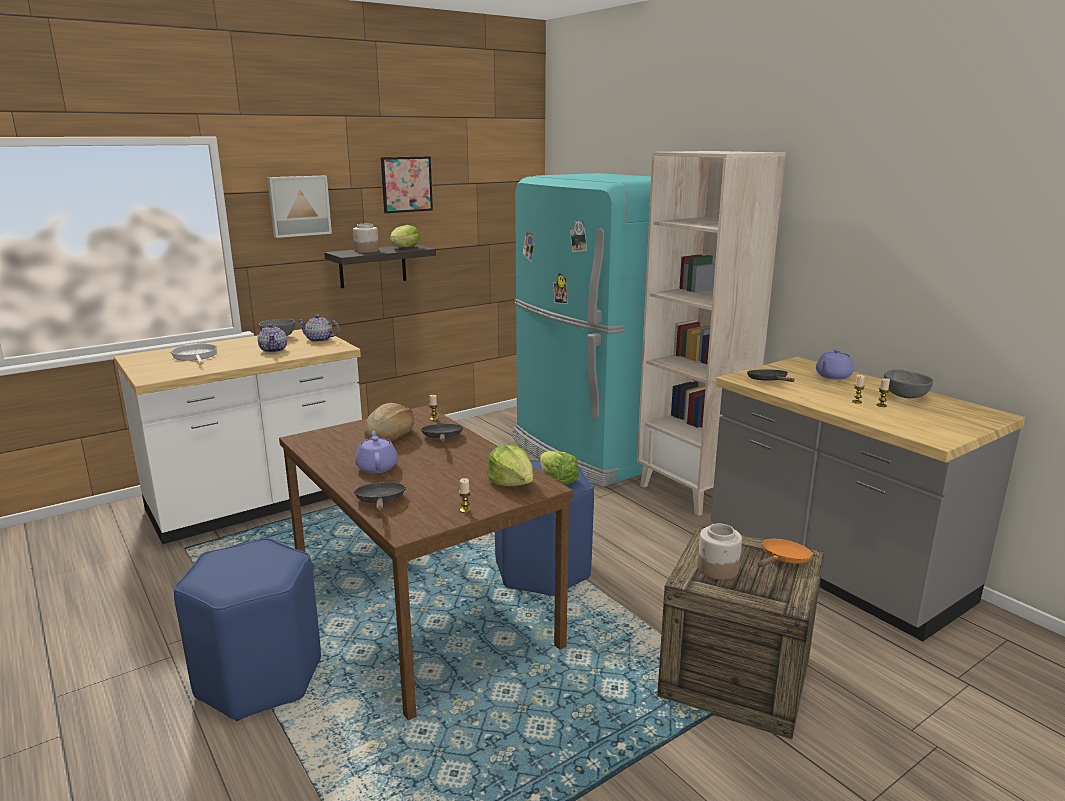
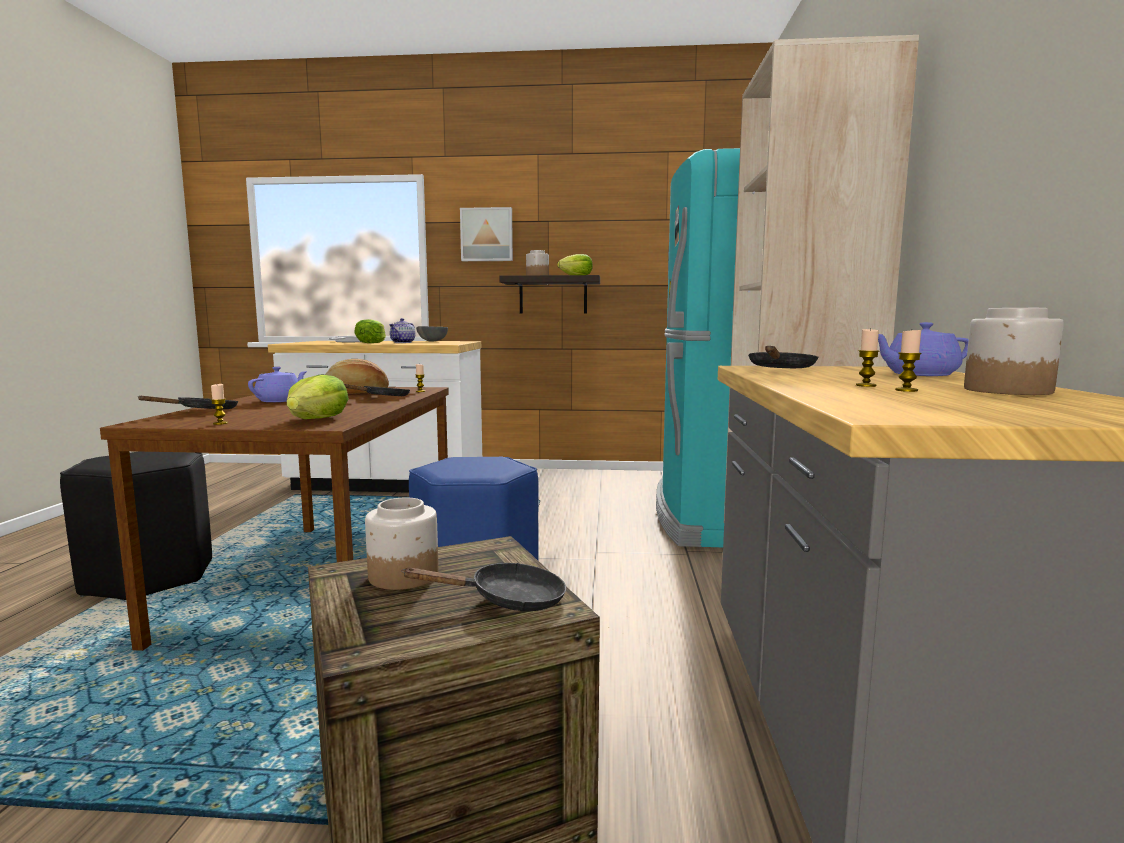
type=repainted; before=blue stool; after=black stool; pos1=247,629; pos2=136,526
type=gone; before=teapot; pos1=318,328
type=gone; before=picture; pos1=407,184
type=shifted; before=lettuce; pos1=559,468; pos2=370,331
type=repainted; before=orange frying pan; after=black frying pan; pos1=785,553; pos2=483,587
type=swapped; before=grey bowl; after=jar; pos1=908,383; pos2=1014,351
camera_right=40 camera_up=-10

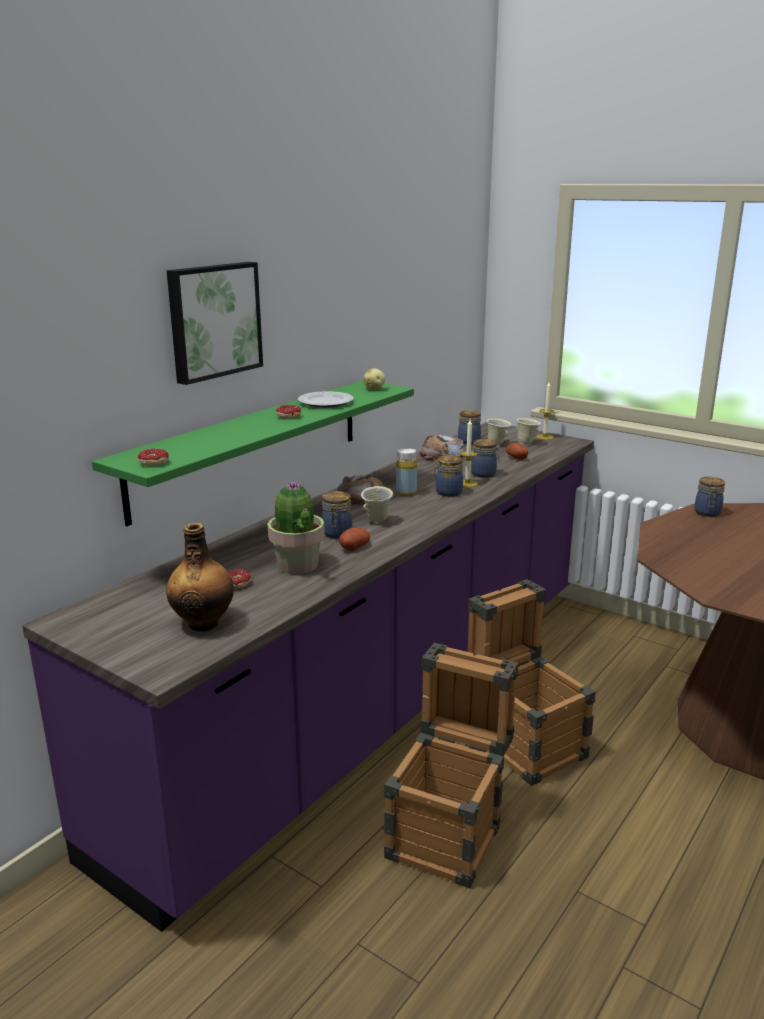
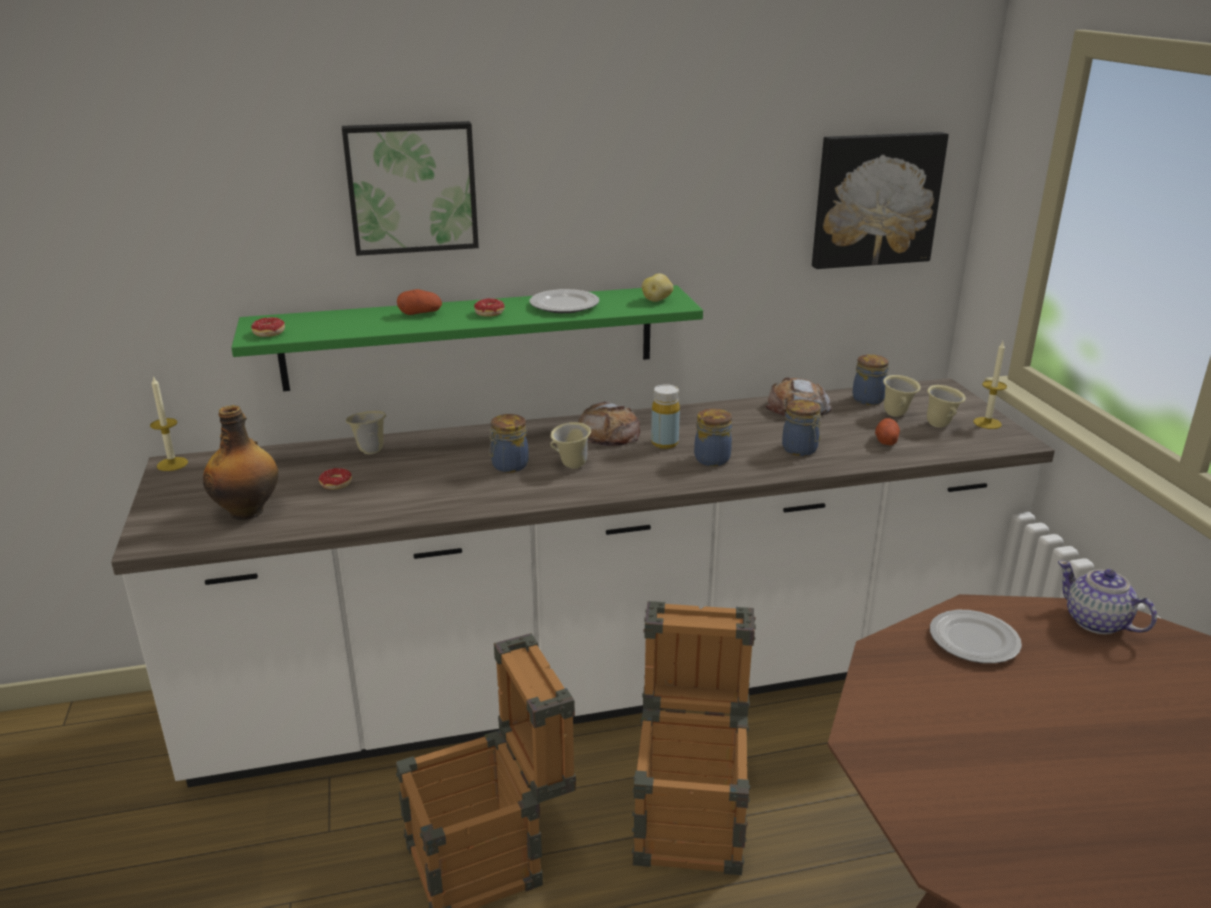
type=repainted; before=purple counter; after=white counter; pos1=308,677; pos2=583,582
type=gone; before=potted plant; pos1=296,527
type=shifted; before=potato; pos1=354,539; pos2=419,302
type=shifted; before=candle; pos1=469,453; pos2=169,423
type=swapped; before=jar; after=teapot; pos1=709,497; pos2=1107,597
type=new; after=beige mug; pos2=366,432
type=new; after=picture; pos2=880,200
type=new; after=plate; pos2=976,637
camera_right=40 camera_up=5

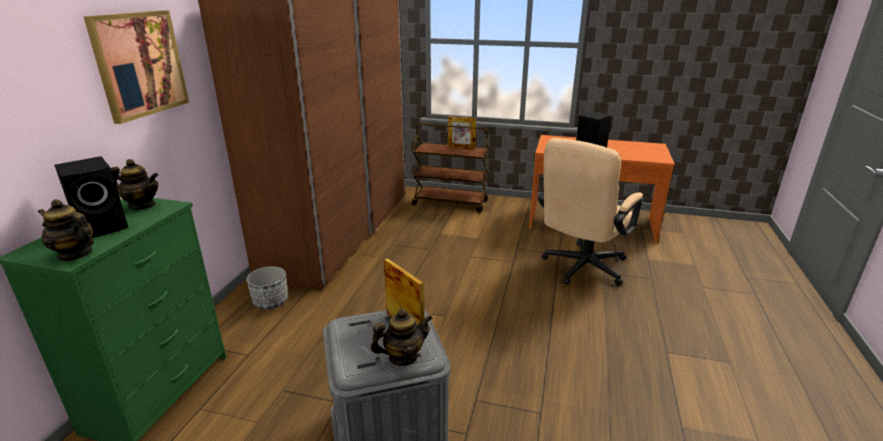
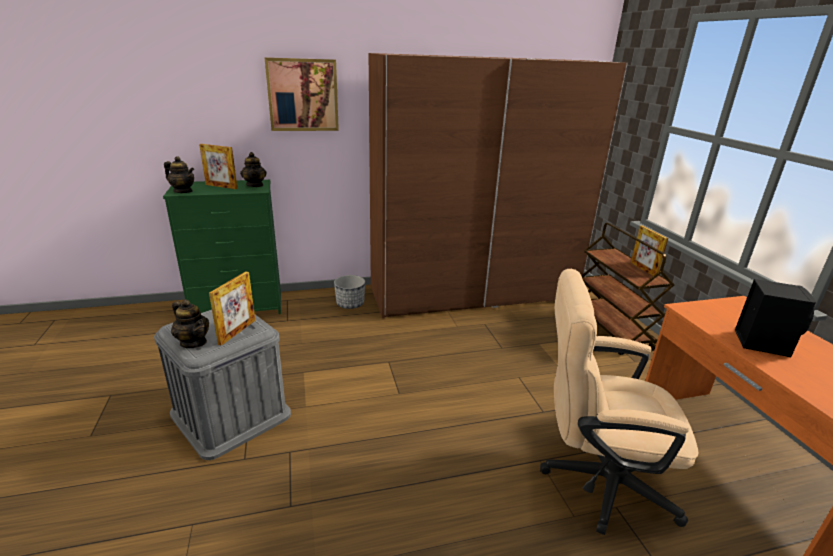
type=rotated; before=teapot; pos1=66,230; pos2=179,174; turn=120
type=swapped; before=black speaker; after=picture frame; pos1=91,197; pos2=218,166
camera_right=60 camera_up=0

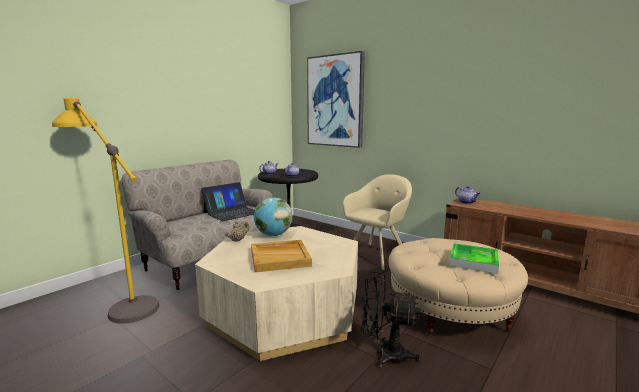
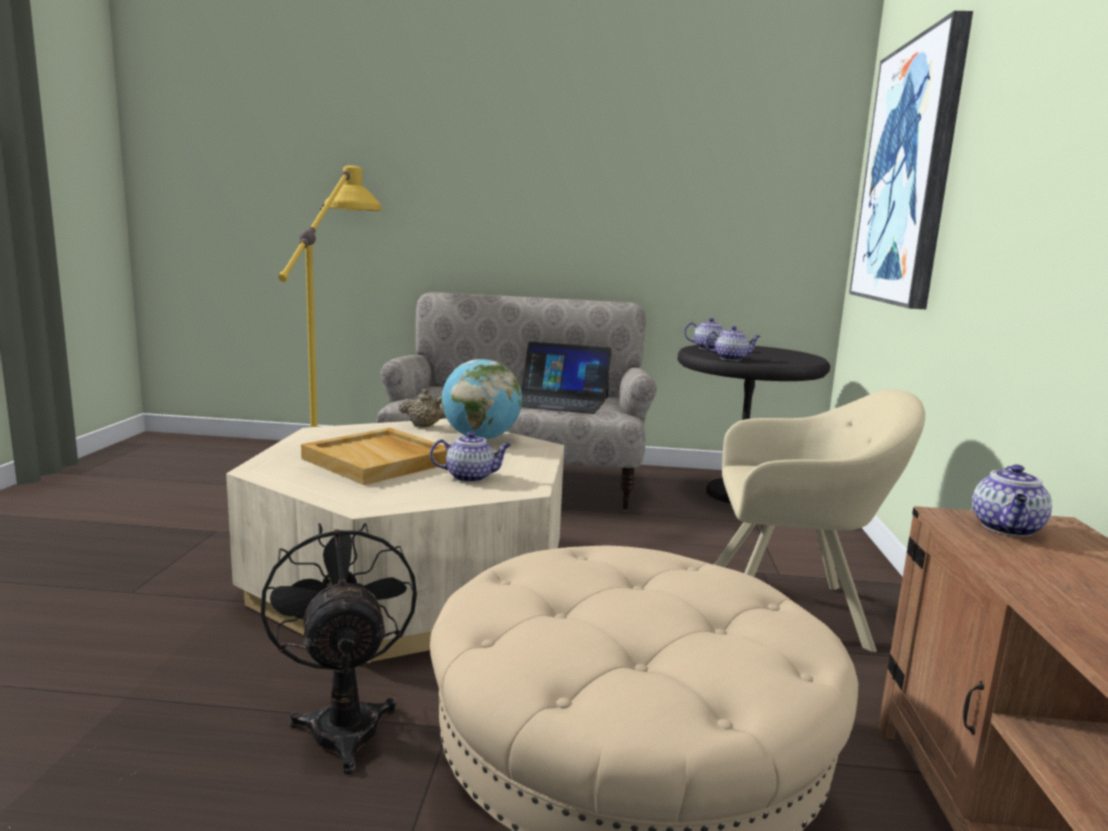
type=gone; before=tray; pos1=474,258
type=new; after=teapot; pos2=470,456
camera_right=55 camera_up=0

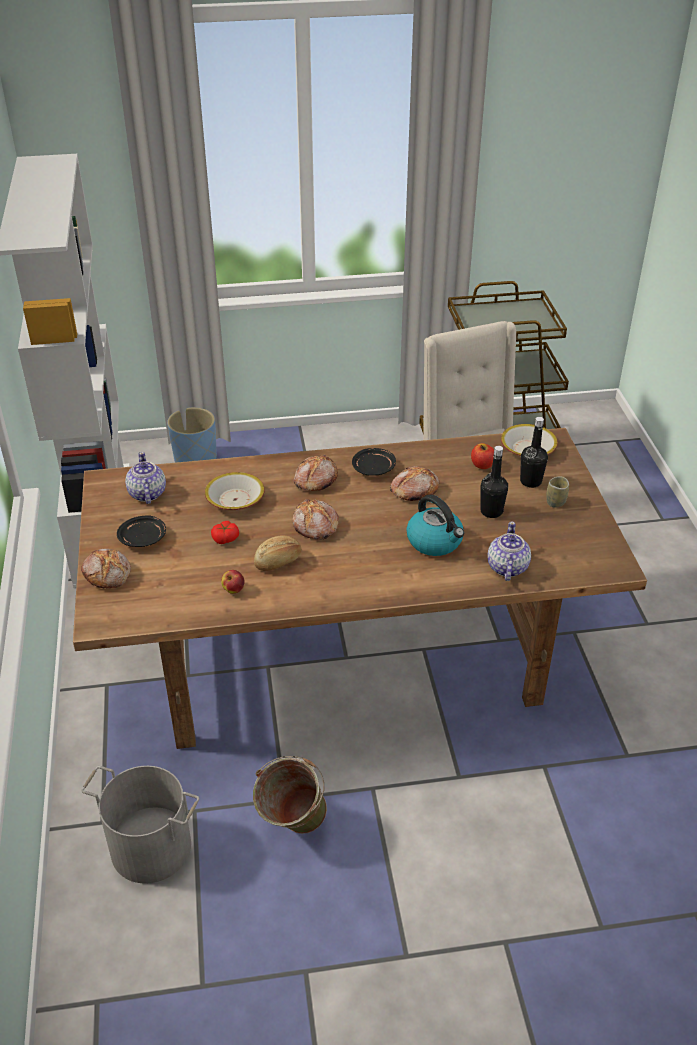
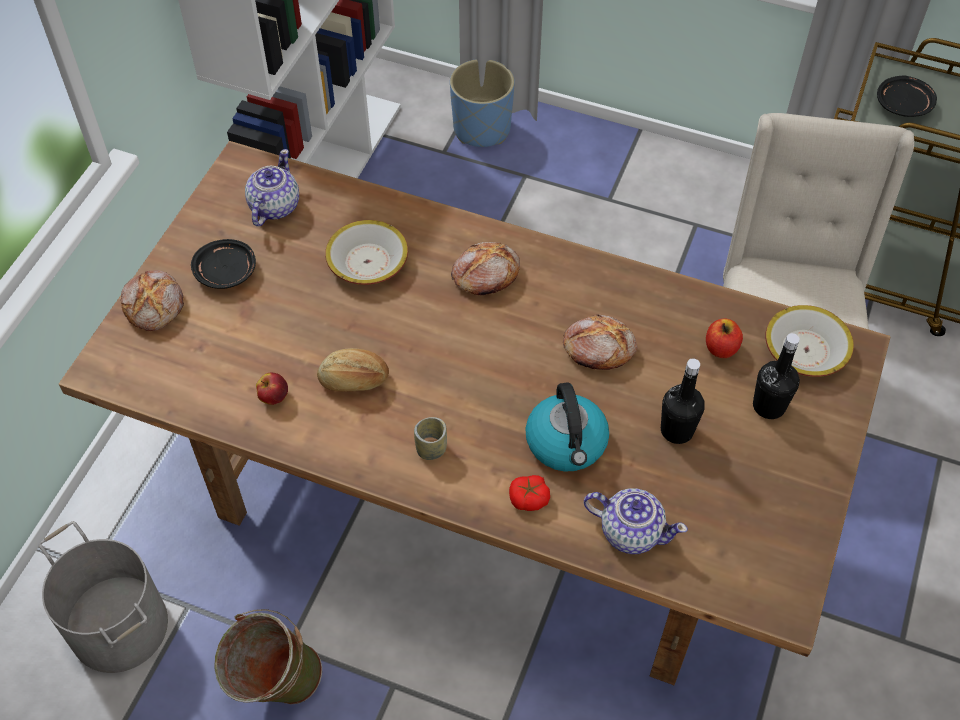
type=shifted; before=tomato; pos1=225,532; pos2=529,493
type=gone; before=bread; pos1=315,519
type=shifted; before=black plate; pos1=374,462; pos2=907,96
type=rotated; before=teapot; pos1=509,551; pos2=636,521; turn=75
type=shifted; before=cup; pos1=558,492; pos2=430,438
camera_right=30 camera_up=15

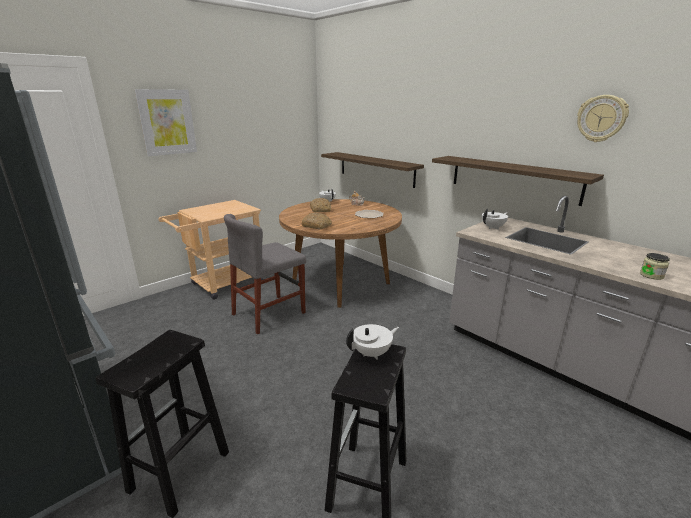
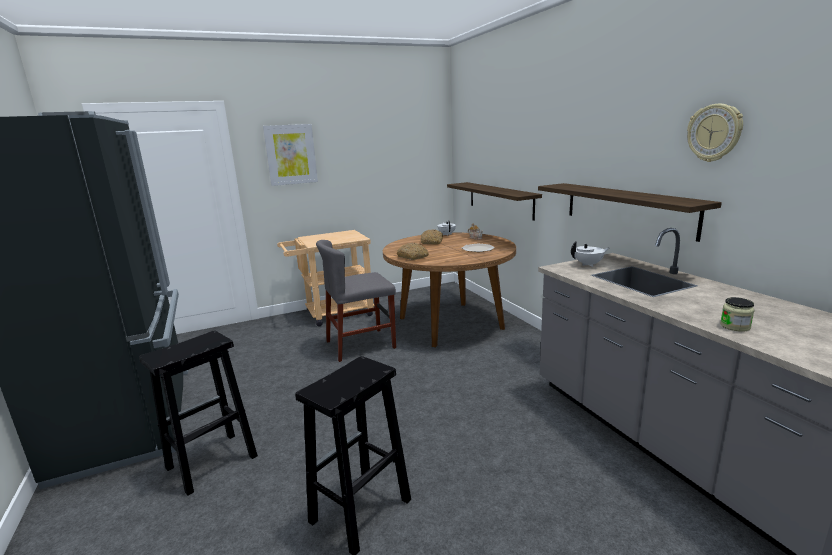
type=gone; before=white teapot; pos1=372,342
camera_right=20 camera_up=-5

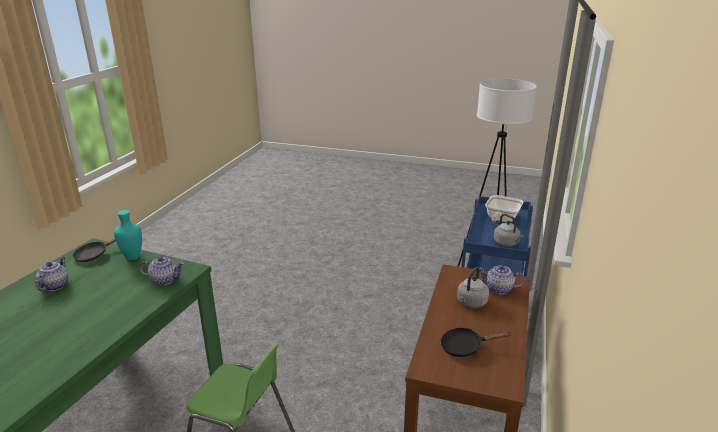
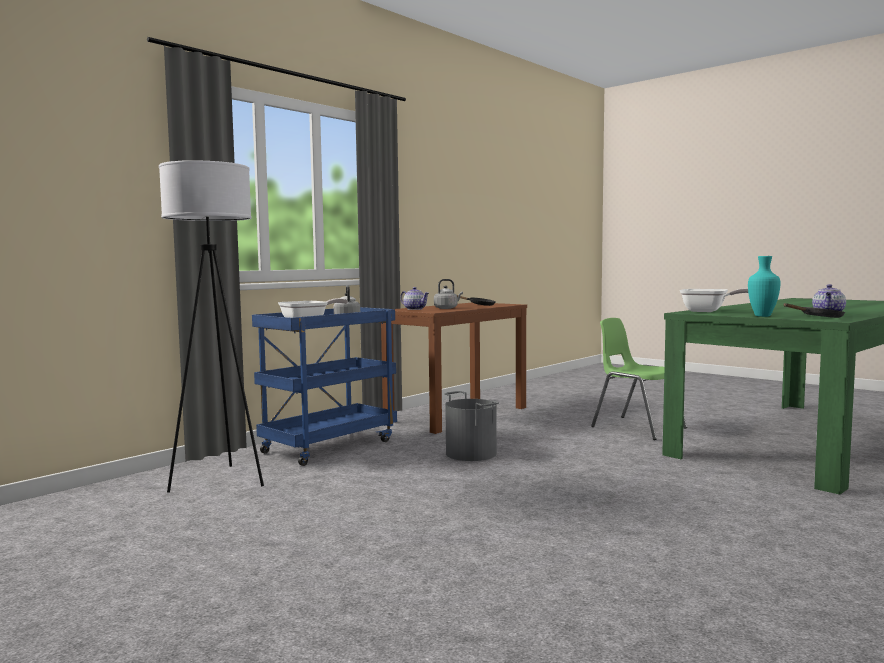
type=swapped; before=teapot; after=frying pan; pos1=161,270; pos2=714,300
type=new; after=grey bucket; pos2=471,426
camera_right=-155 camera_up=-20

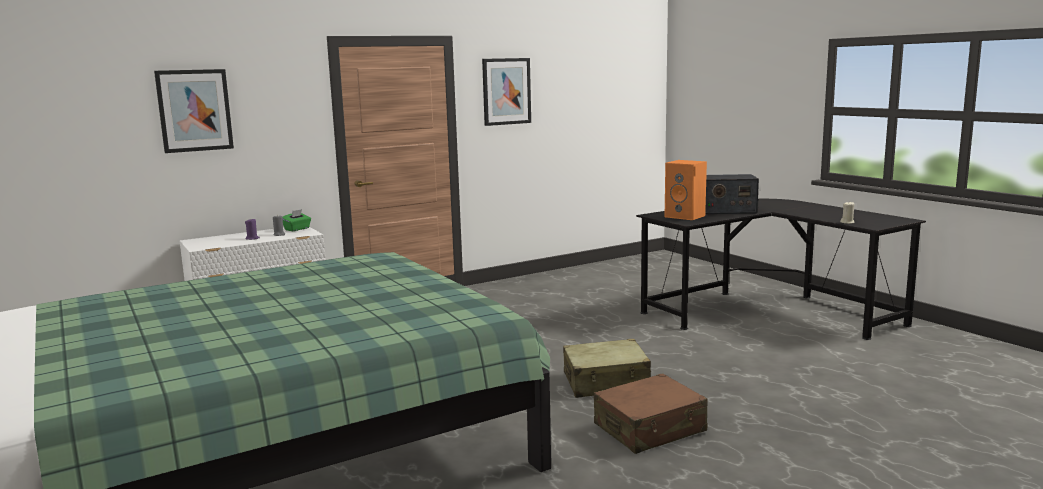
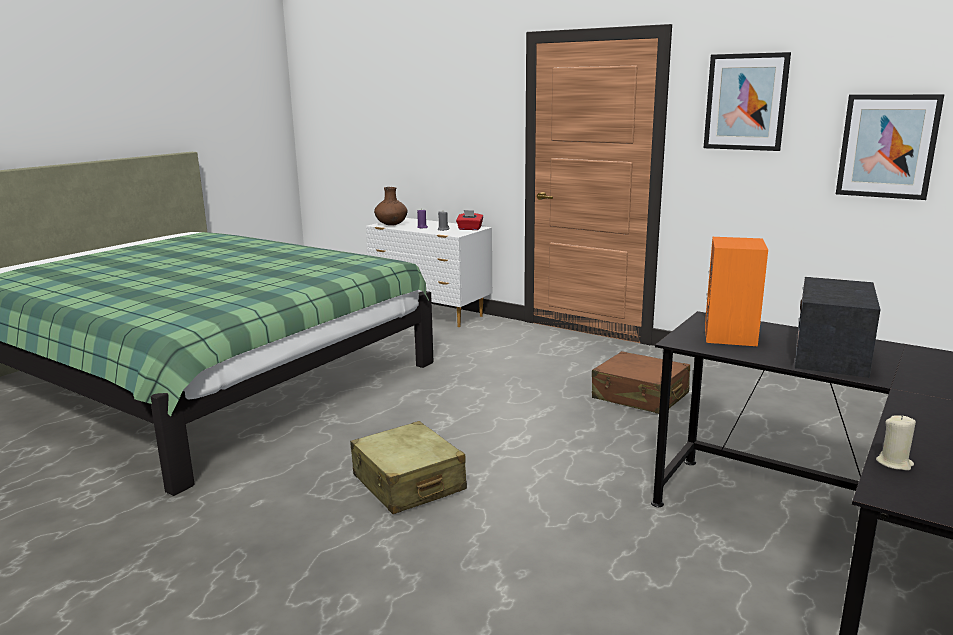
type=shifted; before=picture; pos1=194,111; pos2=890,147
type=repainted; before=green tissue box; after=red tissue box; pos1=296,220; pos2=469,220
type=shifted; before=brown suitcase; pos1=651,413; pos2=641,382
type=rotated; before=radio; pos1=732,194; pos2=837,327; turn=45
type=new; after=brown vase; pos2=390,206
camera_right=65 camera_up=5

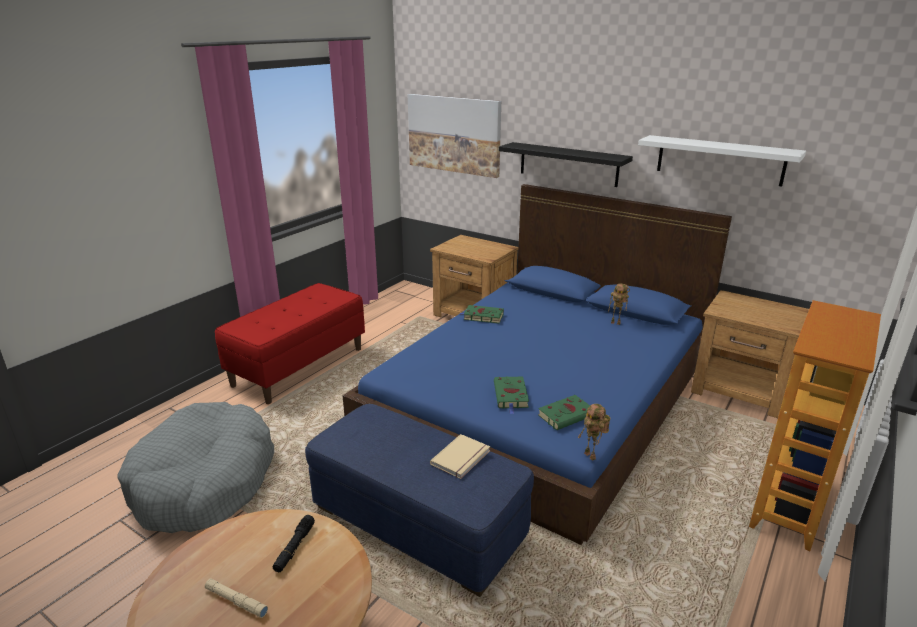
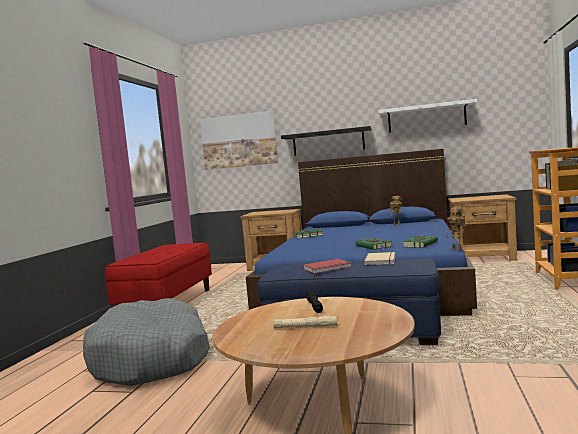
type=new; after=red book; pos2=327,266
camera_right=-20 camera_up=-20

